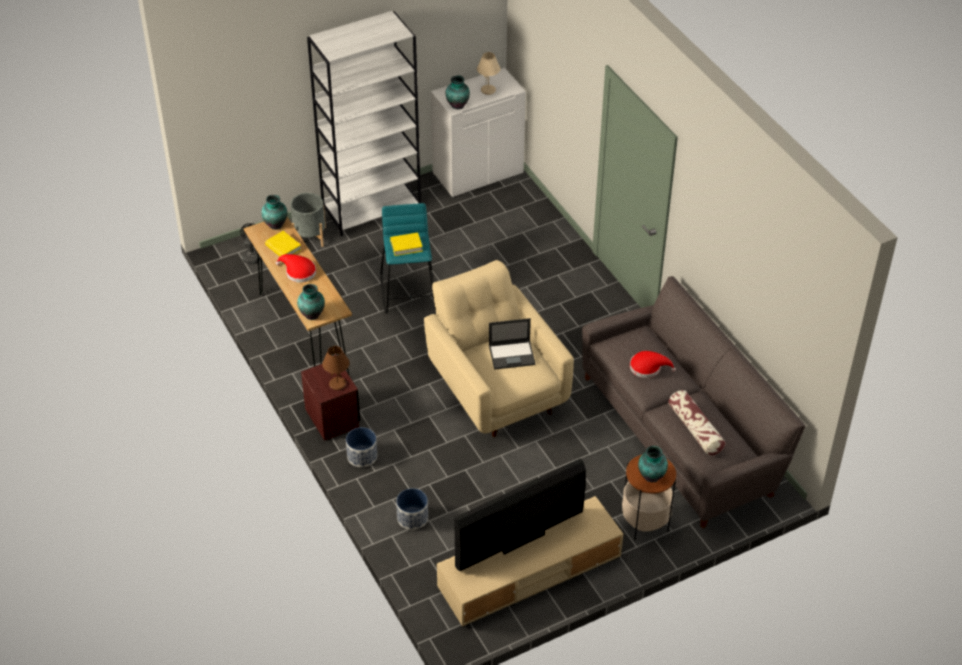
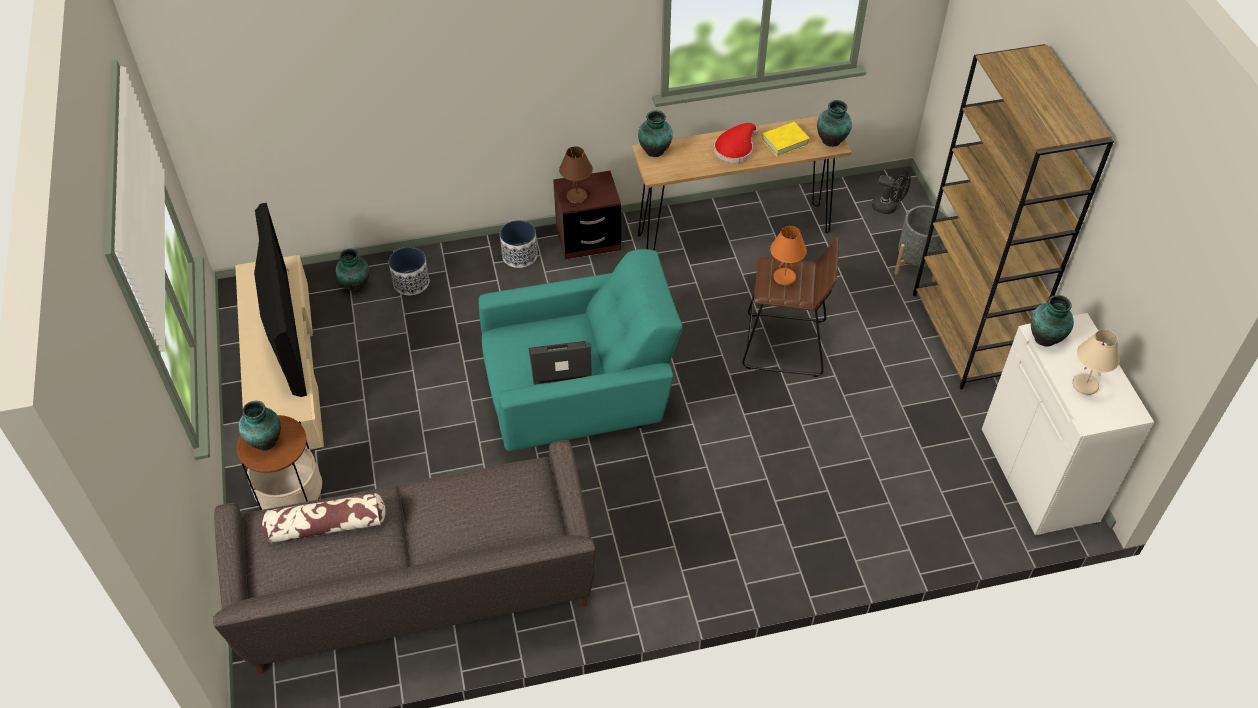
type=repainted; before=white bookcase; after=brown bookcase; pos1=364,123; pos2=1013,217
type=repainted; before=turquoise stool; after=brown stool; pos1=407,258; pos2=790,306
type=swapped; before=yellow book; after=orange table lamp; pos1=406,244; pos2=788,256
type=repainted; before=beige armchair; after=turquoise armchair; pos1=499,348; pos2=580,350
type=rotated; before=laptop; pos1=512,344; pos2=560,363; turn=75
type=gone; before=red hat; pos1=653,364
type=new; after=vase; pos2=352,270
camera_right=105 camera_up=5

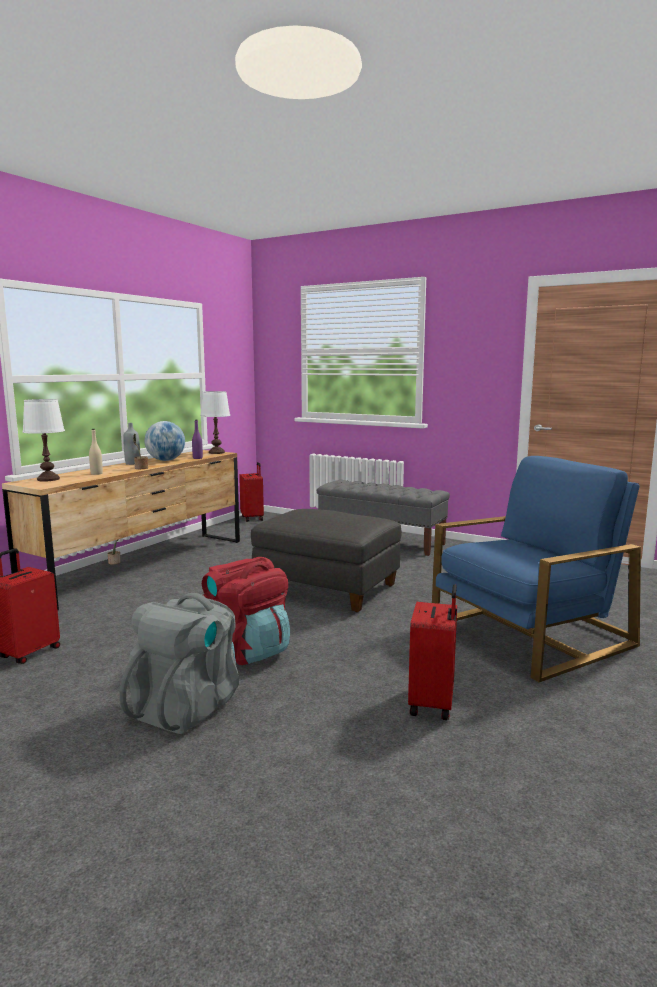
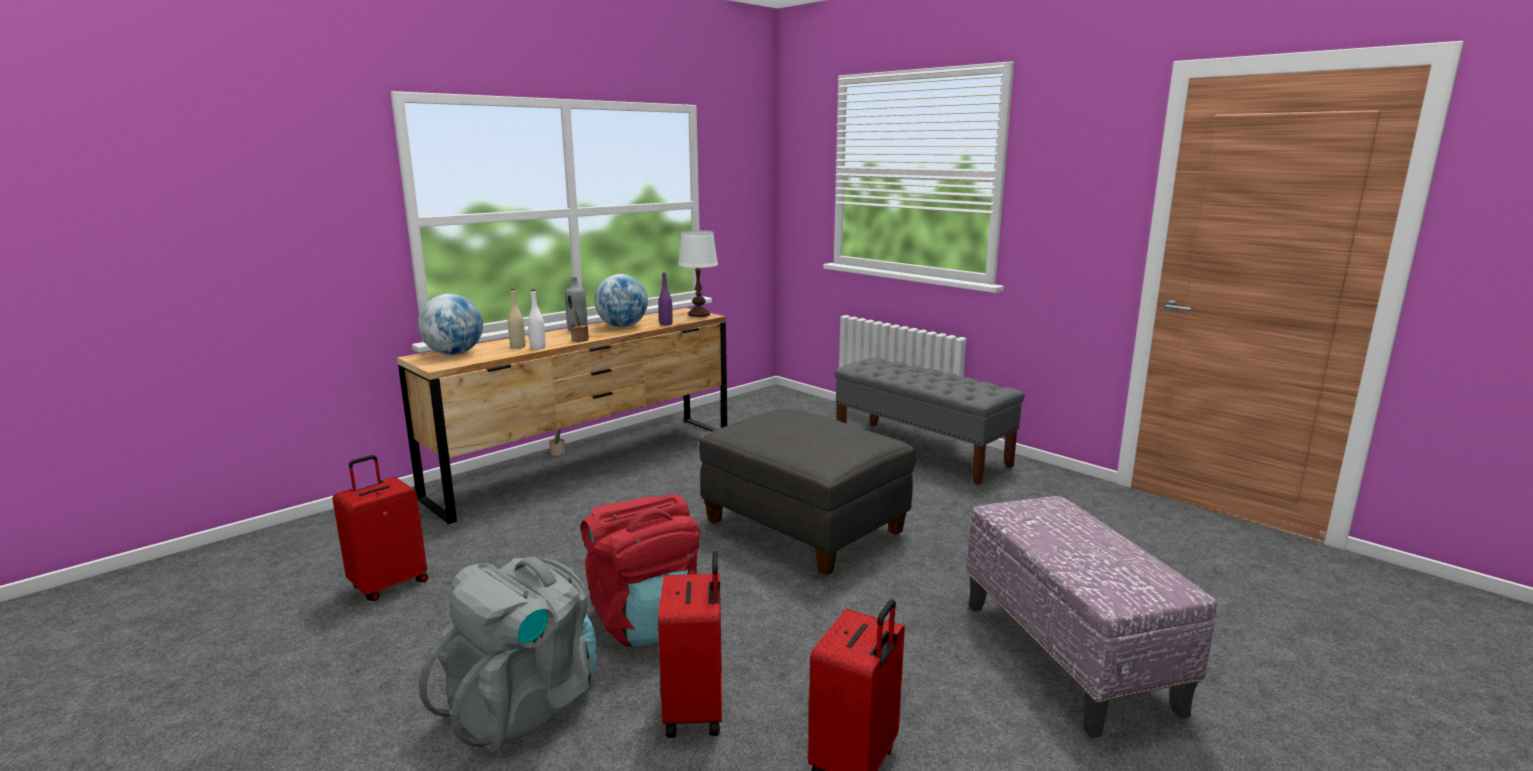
type=swapped; before=white table lamp; after=globe; pos1=44,440; pos2=450,324
type=shifted; before=red suitcase; pos1=251,492; pos2=690,644
type=swapped; before=blue armchair; after=ottoman; pos1=536,569; pos2=1092,617
type=new; after=white bottle; pos2=537,319
camera_right=15 camera_up=5

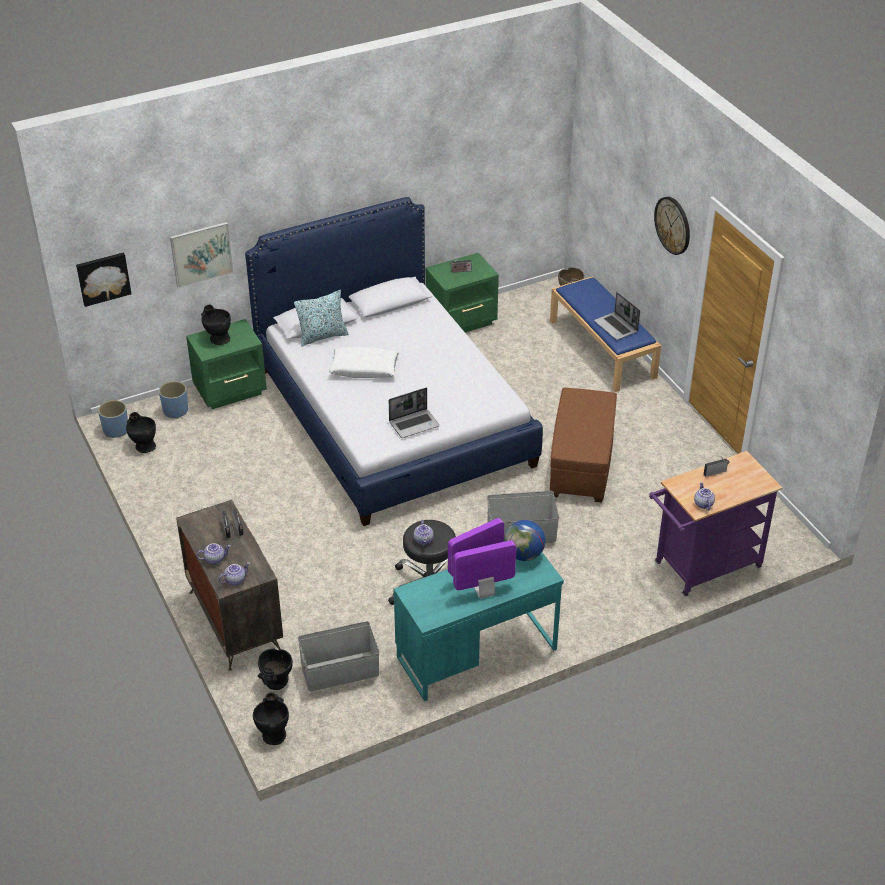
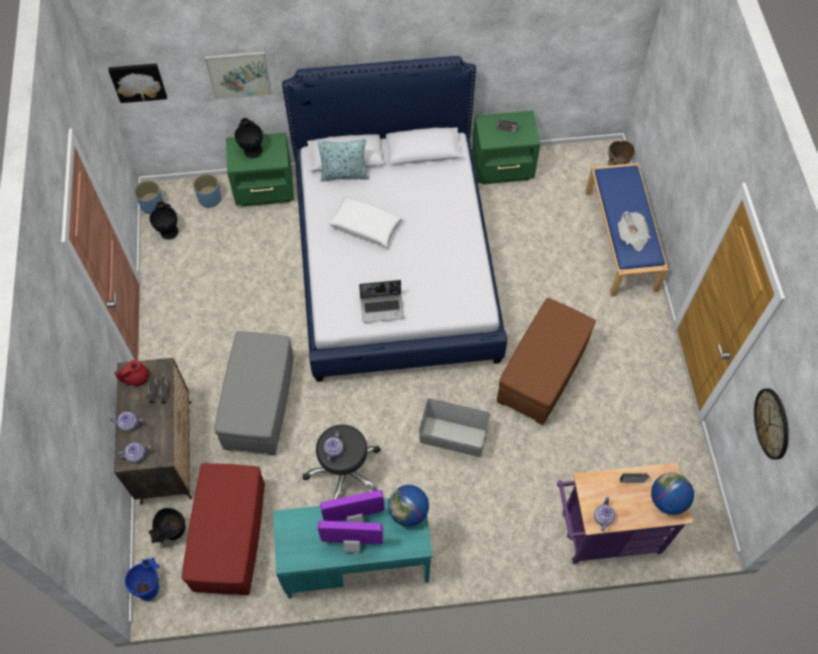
type=repainted; before=black vase; after=blue vase; pos1=271,718; pos2=142,579
type=swapped; before=grey storage box; after=red ottoman; pos1=338,656; pos2=223,529
type=swapped; before=laptop; after=newspaper; pos1=617,316; pos2=634,231
type=shifted; before=wall clock; pos1=672,226; pos2=771,424
type=new; after=red teapot; pos2=132,373
type=new; after=grey ottoman; pos2=254,393
type=new; after=globe; pos2=672,494
camera_right=20 camera_up=20

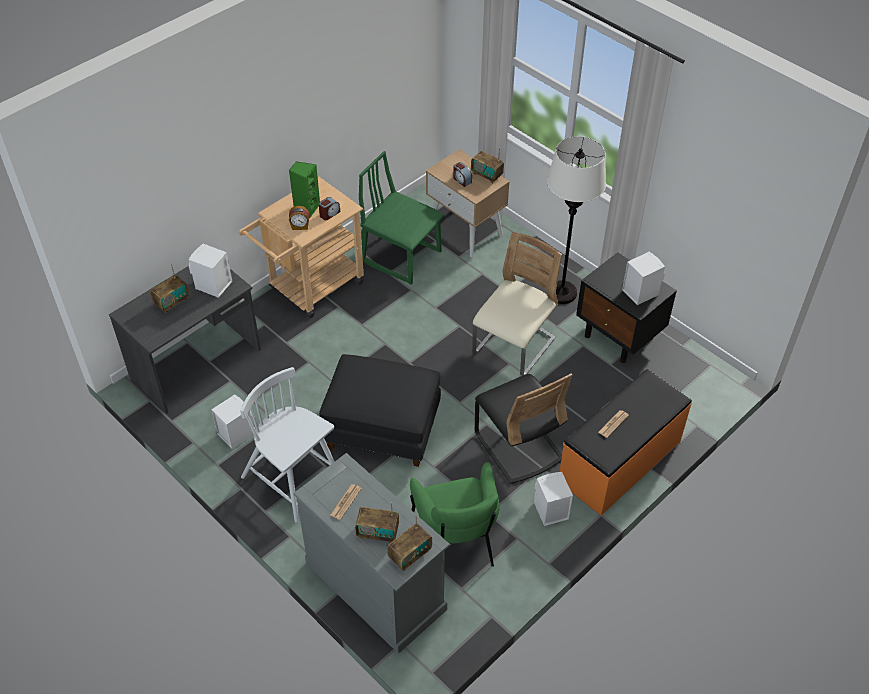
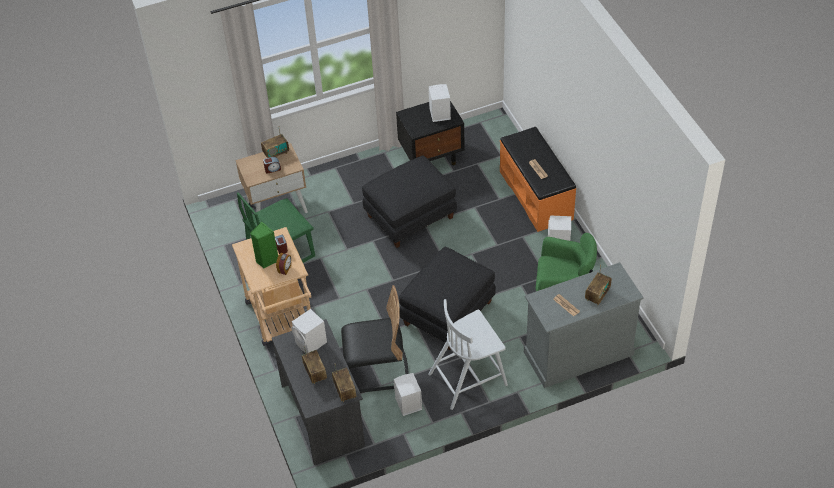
type=shifted; before=radio; pos1=409,543; pos2=344,383
type=swapped; before=beige chair; after=black ottoman; pos1=517,304; pos2=409,201
type=shifted; before=black chair; pos1=523,428; pos2=374,339
type=gone; before=white floor lamp; pos1=576,220
camera_right=-65 camera_up=0

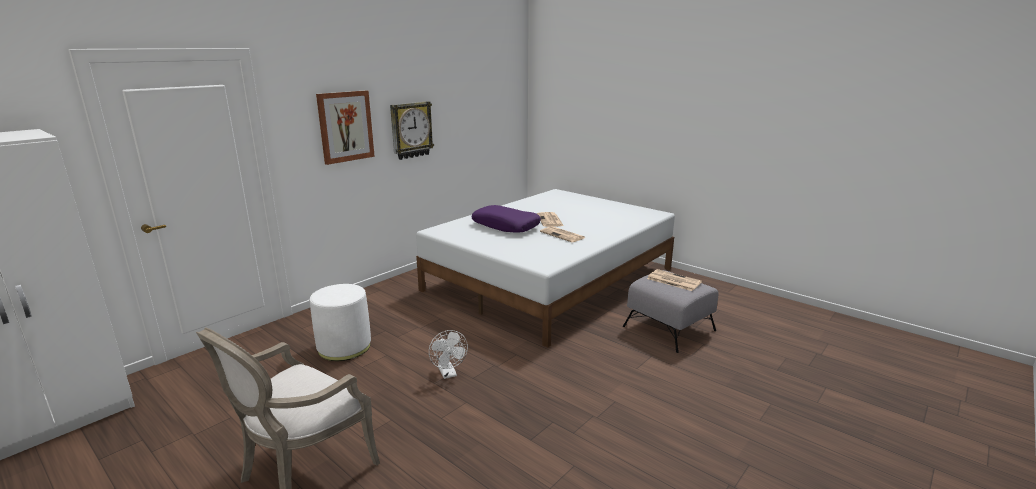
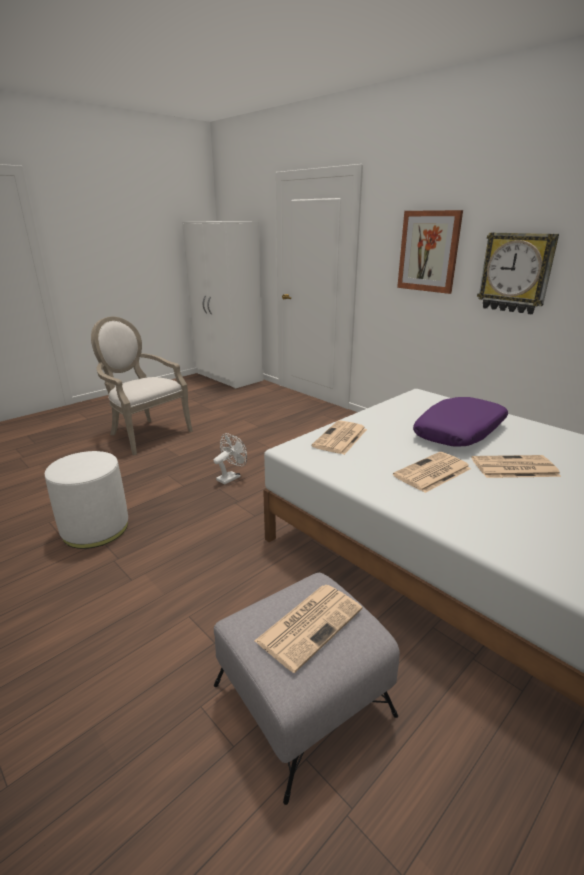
type=shifted; before=white ottoman; pos1=340,322; pos2=86,500
type=rotated; before=white fan; pos1=448,354; pos2=230,459; turn=150
type=new; after=newspaper; pos2=339,437
camera_right=95 camera_up=5

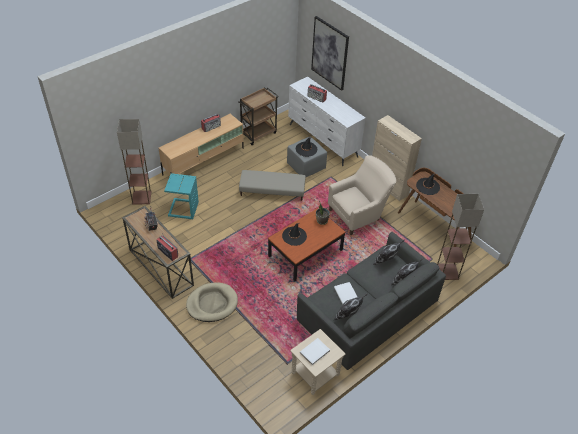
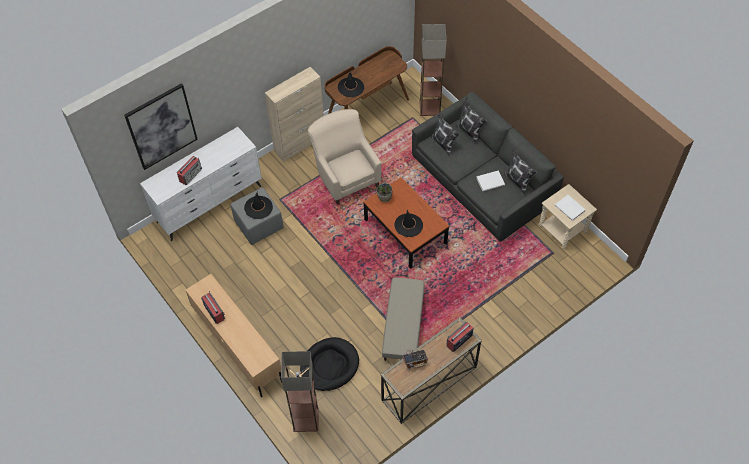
type=swapped; before=turquoise side table; after=black dog bed; pos1=181,196; pos2=329,364
type=gone; before=beige dog bed; pos1=212,302
type=gone; before=brown cart; pos1=258,116
type=shifted; before=beige ottoman; pos1=272,185; pos2=403,319
camera_right=-85 camera_up=10

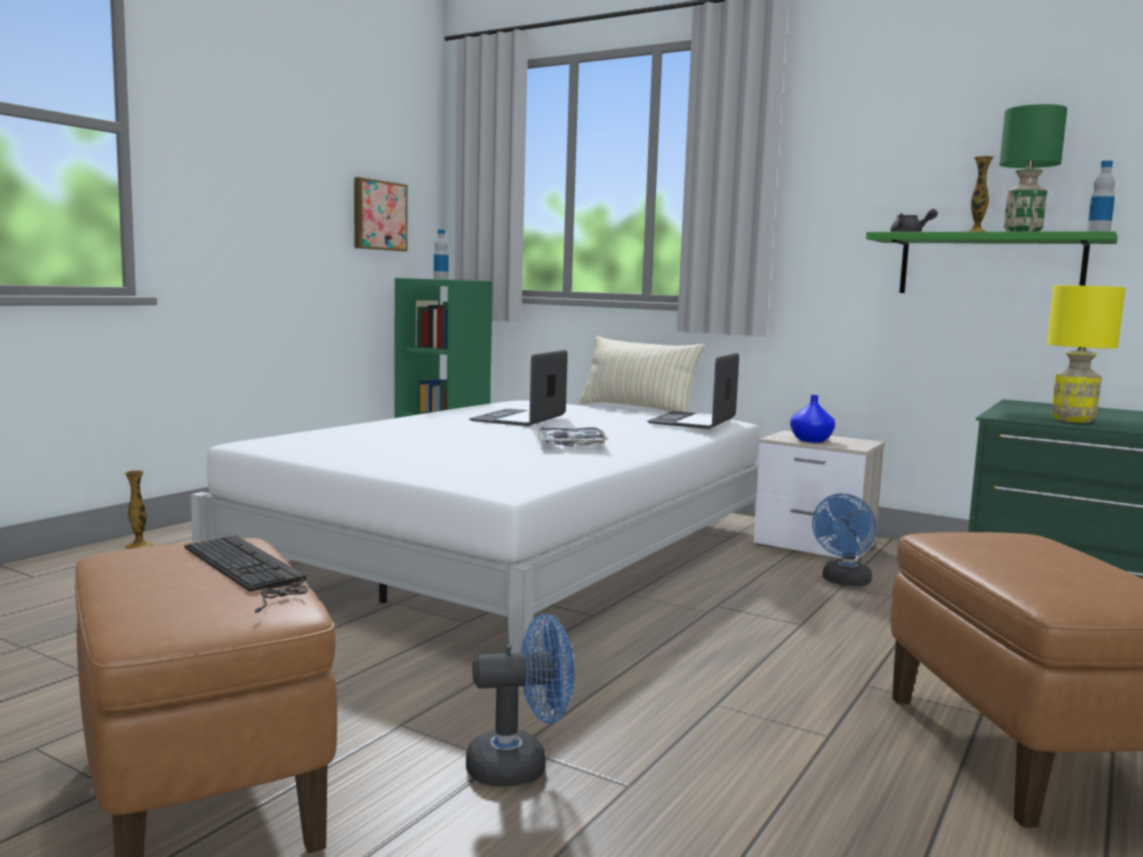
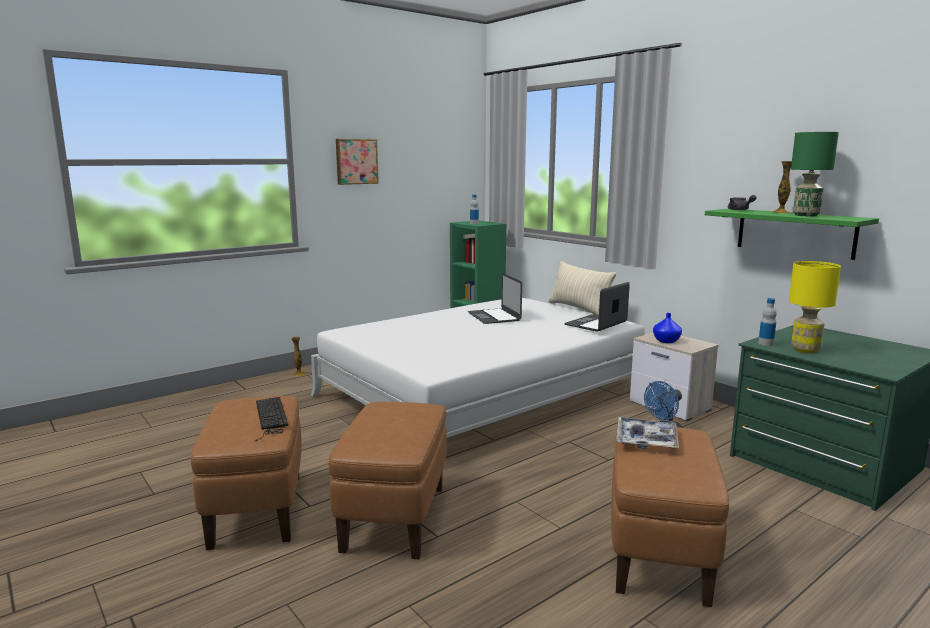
type=shifted; before=picture; pos1=381,214; pos2=357,162
type=swapped; before=blue fan; after=brown ottoman; pos1=520,700; pos2=388,480
type=rotated; before=laptop; pos1=518,388; pos2=495,298; turn=-60
type=shifted; before=tray; pos1=572,436; pos2=647,433
type=shifted; before=bottle; pos1=1101,196; pos2=767,322
camera_right=20 camera_up=5

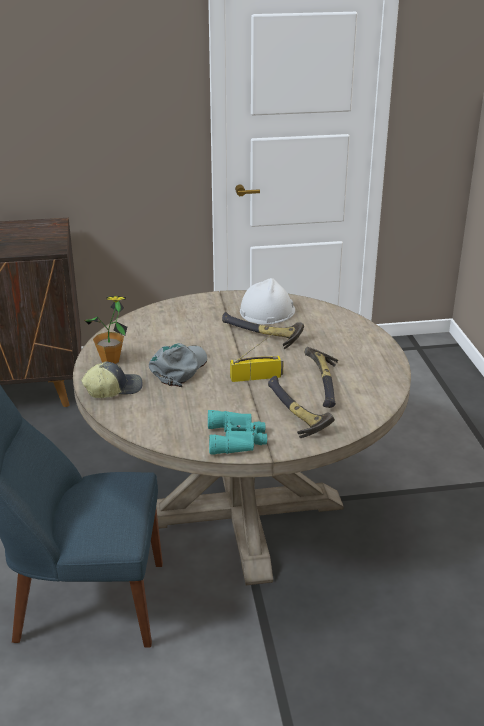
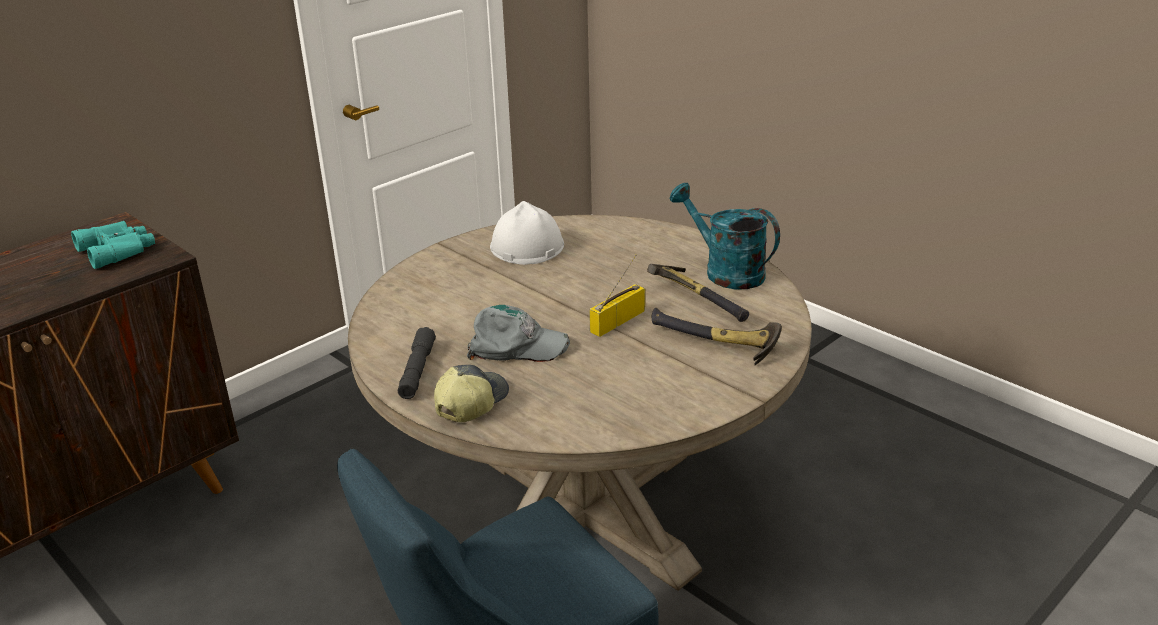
type=swapped; before=potted plant; after=grey flashlight; pos1=105,330; pos2=417,363
type=rotated; before=grey cap; pos1=178,365; pos2=518,333; turn=105
type=shifted; before=turquoise binoculars; pos1=237,432; pos2=113,245
type=gone; before=hammer; pos1=263,330
type=new; after=turquoise watering can; pos2=725,236
camera_right=-35 camera_up=0

